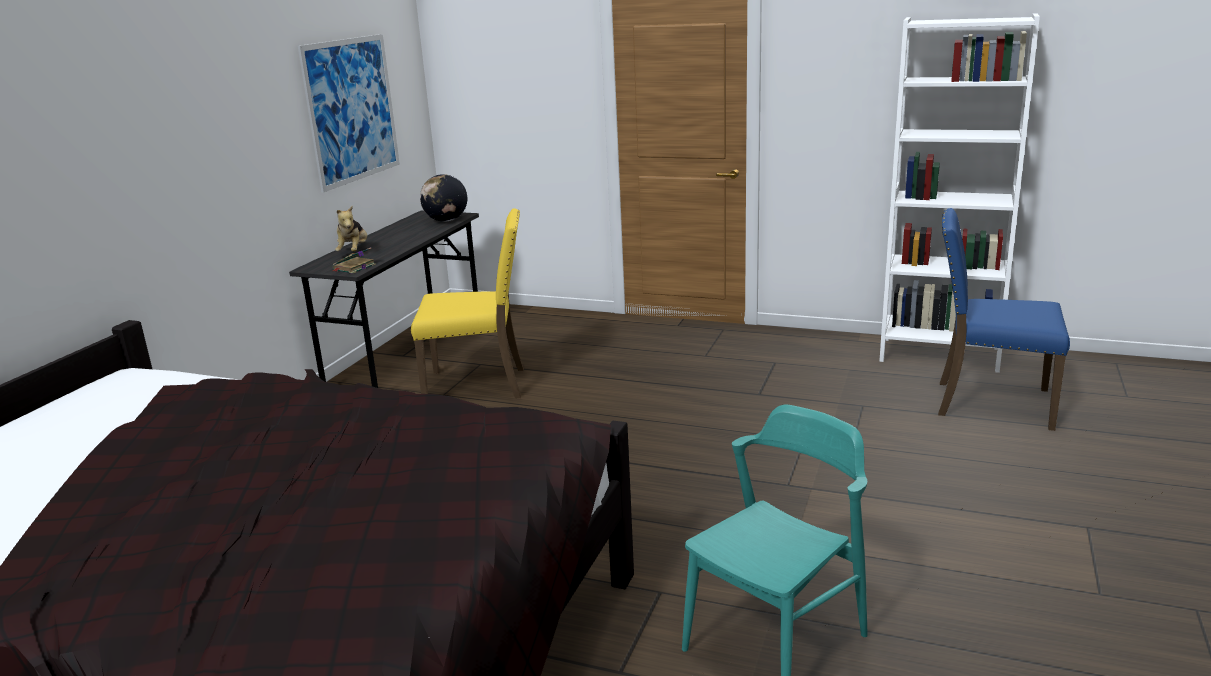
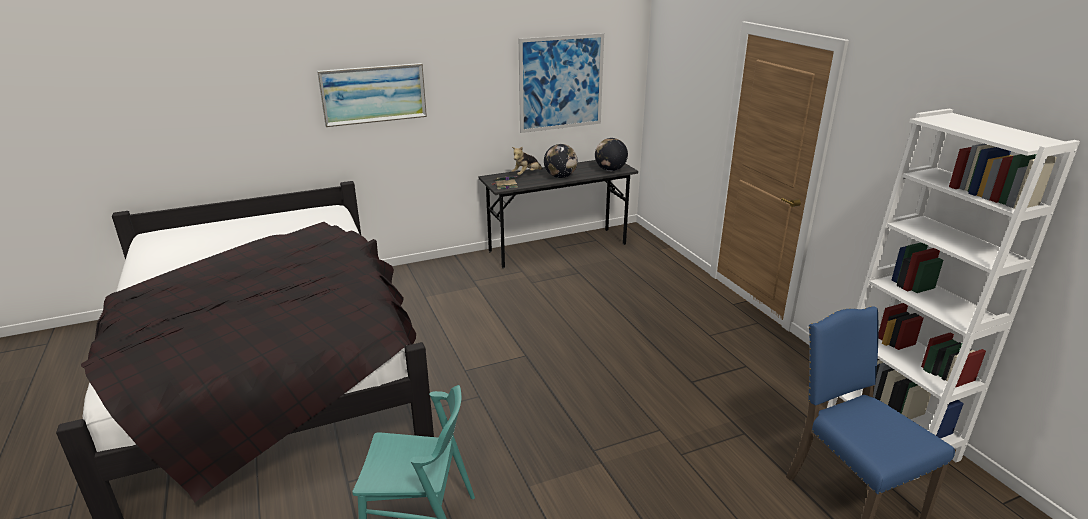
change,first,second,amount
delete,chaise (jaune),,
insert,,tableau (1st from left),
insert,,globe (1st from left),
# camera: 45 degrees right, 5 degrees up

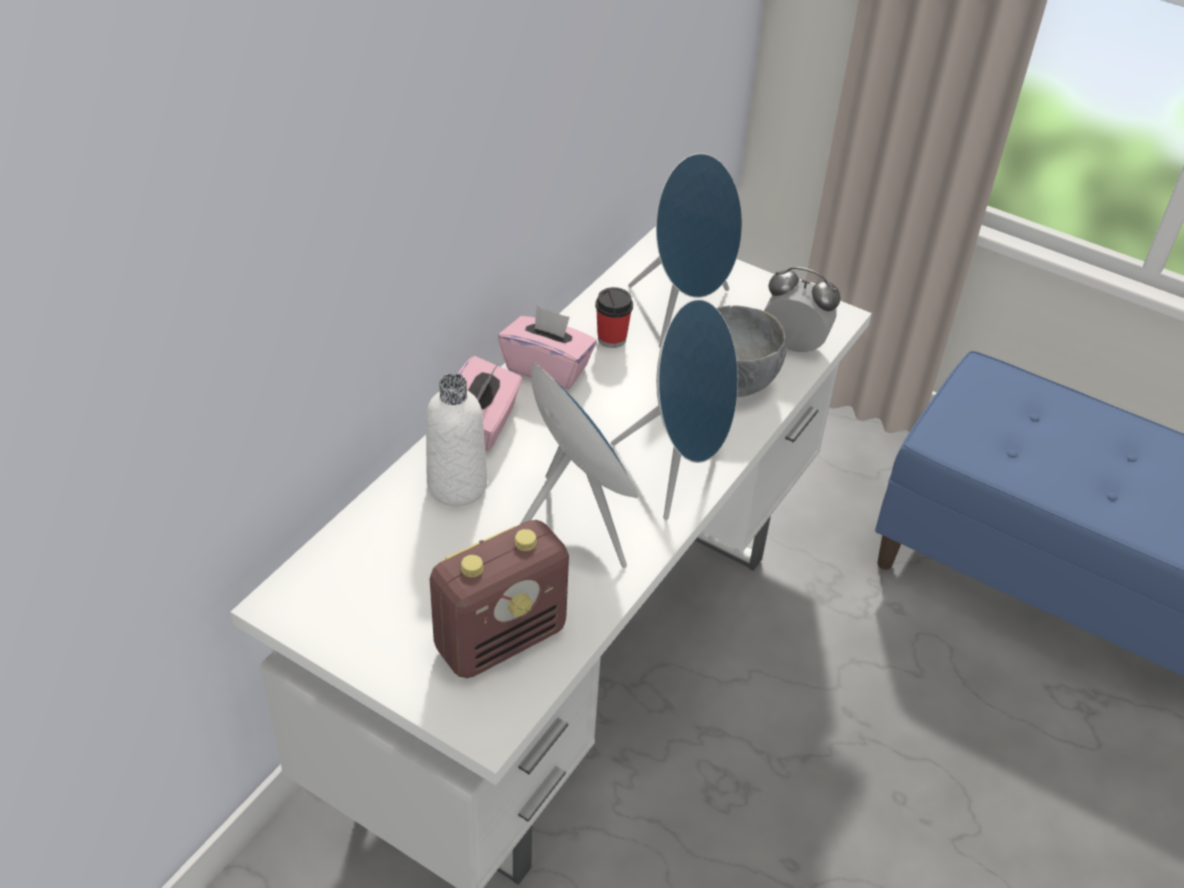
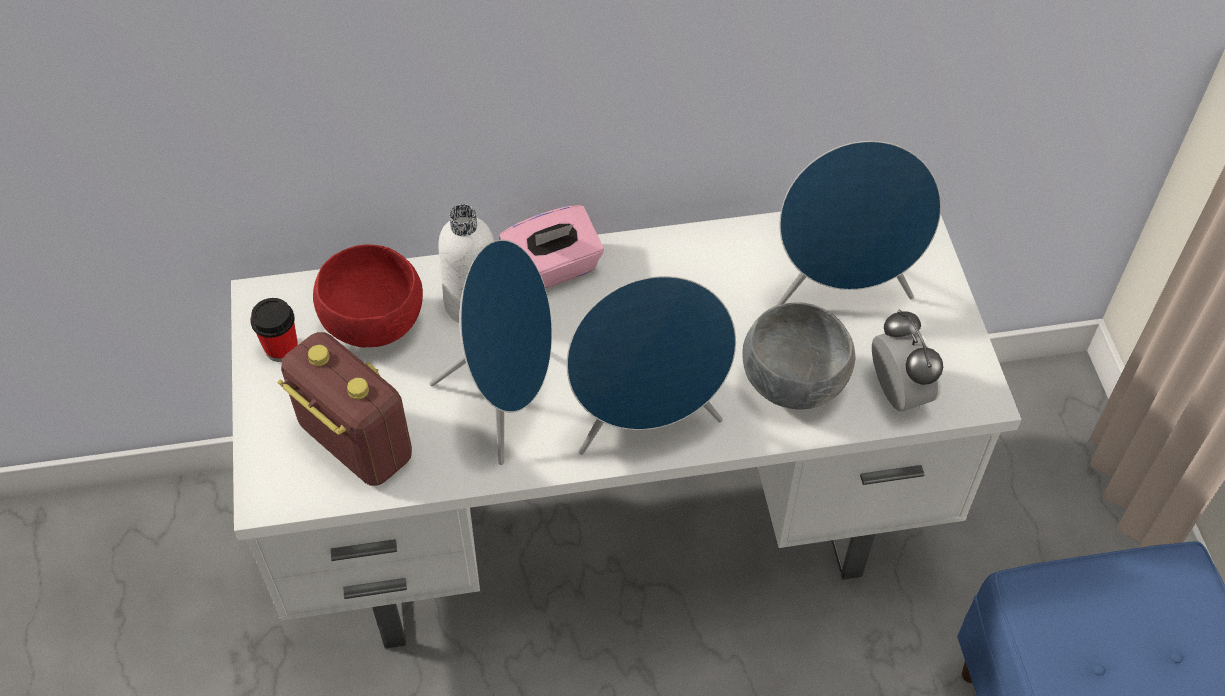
change,first,second,amount
rotate,radio,,150 degrees counterclockwise
delete,boîte à mouchoirs (rose) (2nd from left),,
move,tasse,,
insert,,bol (rouge),
# camera: 50 degrees right, 10 degrees up

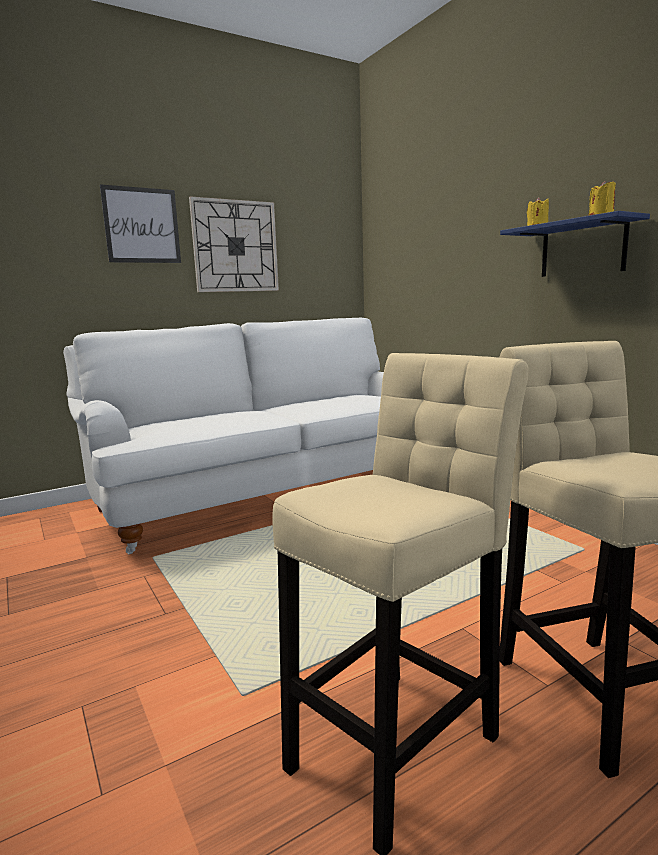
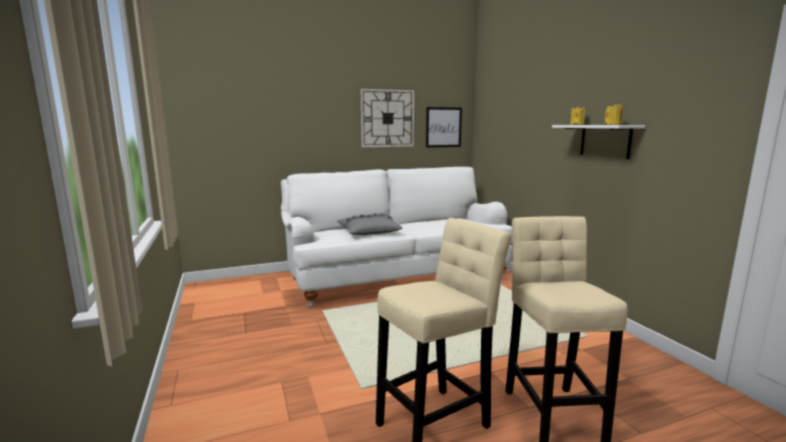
change,first,second,amount
move,tableau,,
recolor,étagère (bleu),étagère (blanc),
insert,,coussin (gris),
# camera: 10 degrees right, 0 degrees up

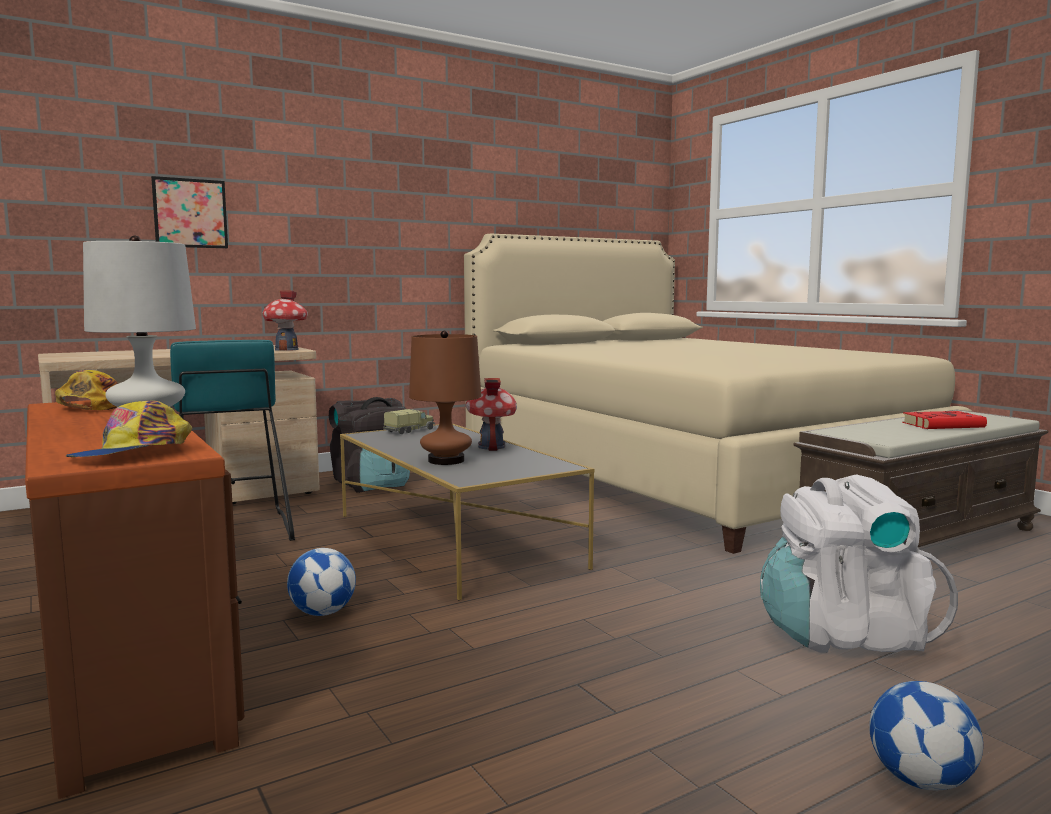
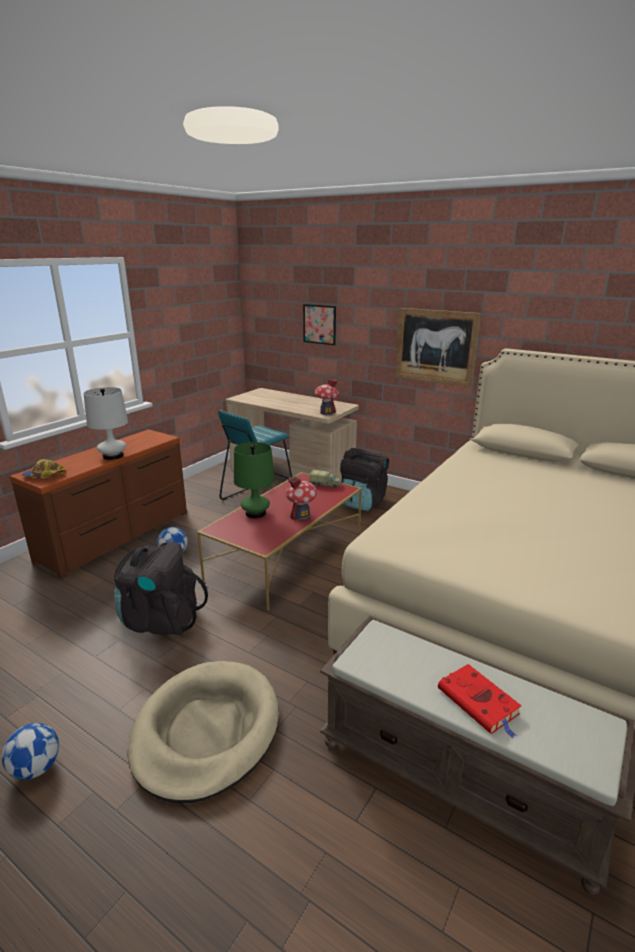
change,first,second,amount
delete,casquette (1st from left),,
recolor,table basse (gris),table basse (rouge),
recolor,lampe de table (marron),lampe de table (vert),
replace,sac à dos (blanc),panier pour chien (beige),
insert,,sac à dos (noir) (1st from left),
insert,,tableau (2nd from left),
# camera: 65 degrees right, 15 degrees up

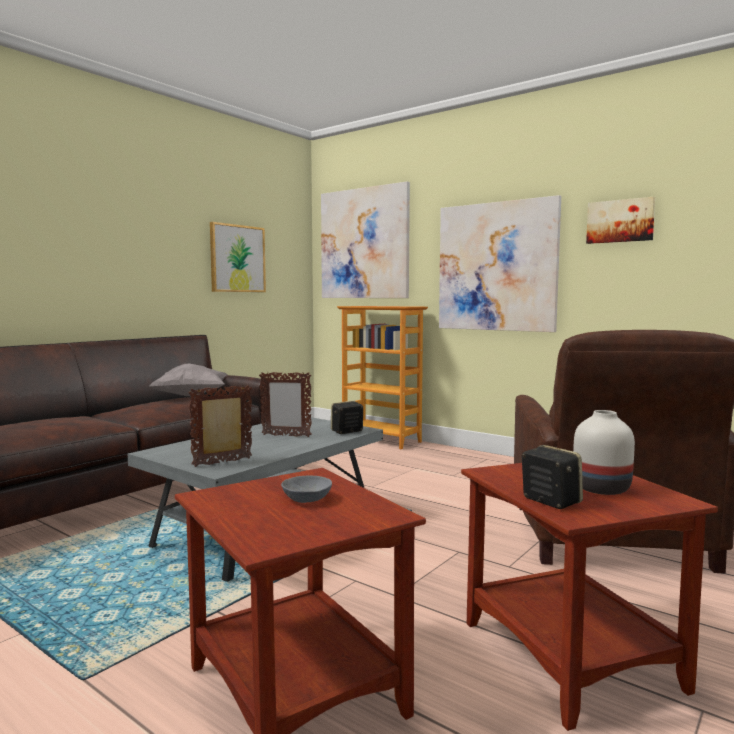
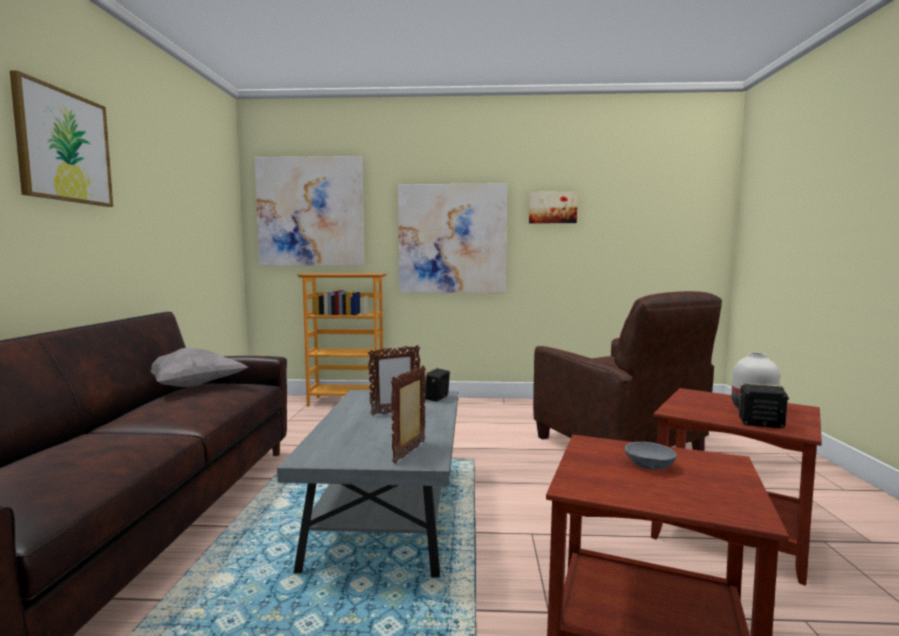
change,first,second,amount
move,tableau (1st from left),,
# camera: 35 degrees left, 0 degrees up

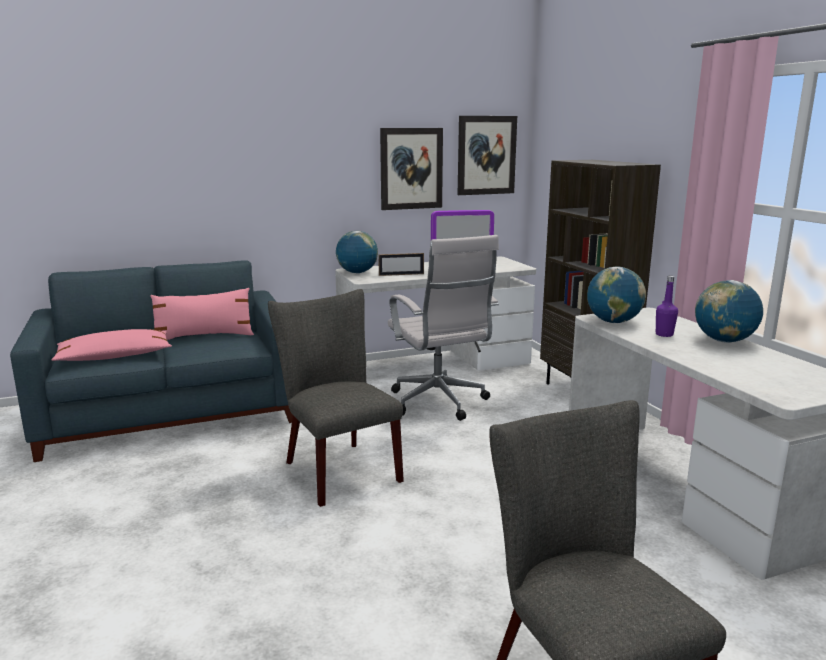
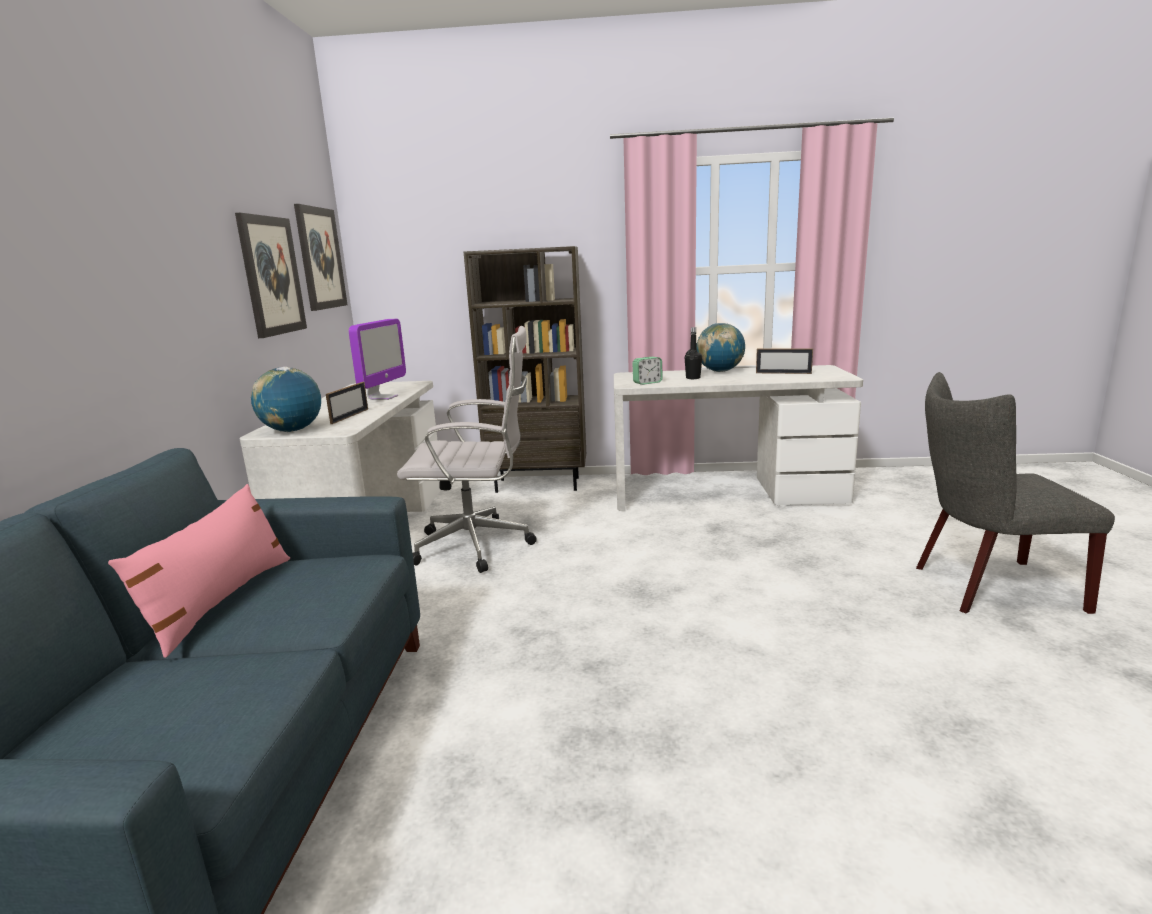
change,first,second,amount
delete,coussin (rose) (1st from left),,
delete,chaise (gris) (1st from left),,
replace,globe (2nd from left),réveil,
recolor,bouteille (violet),bouteille (noir),
insert,,cadre photo (2nd from left),
# camera: 65 degrees left, 0 degrees up

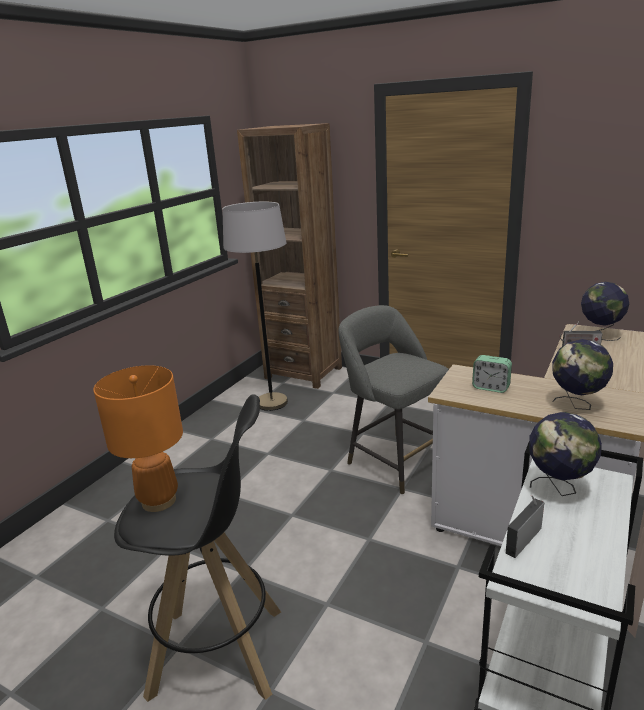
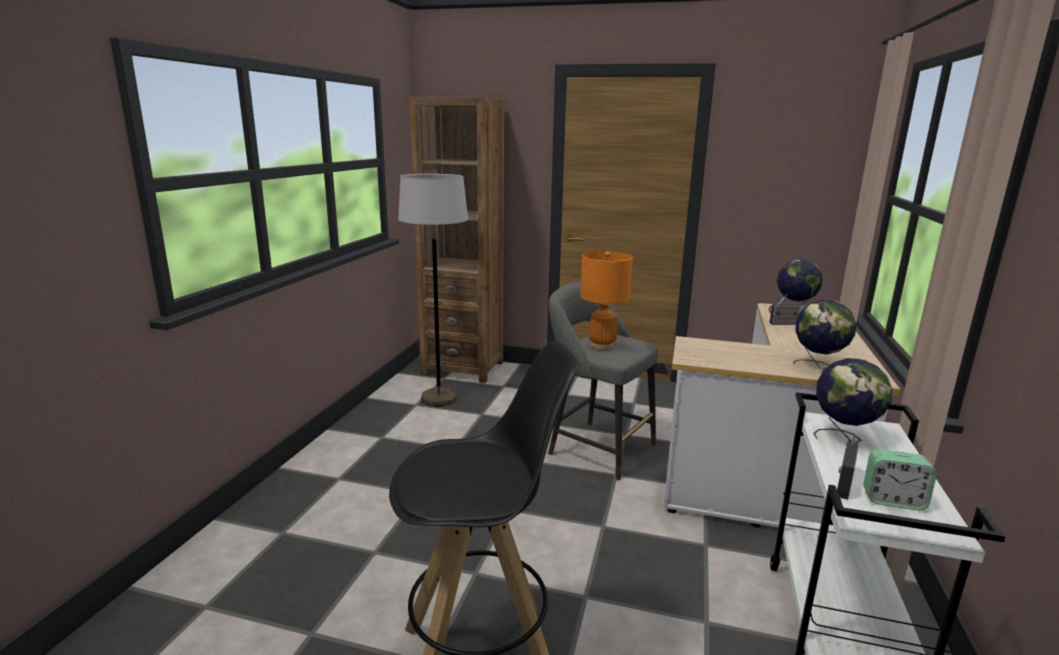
change,first,second,amount
move,lampe de table (orange),,
move,réveil,,
# camera: 15 degrees left, 5 degrees down

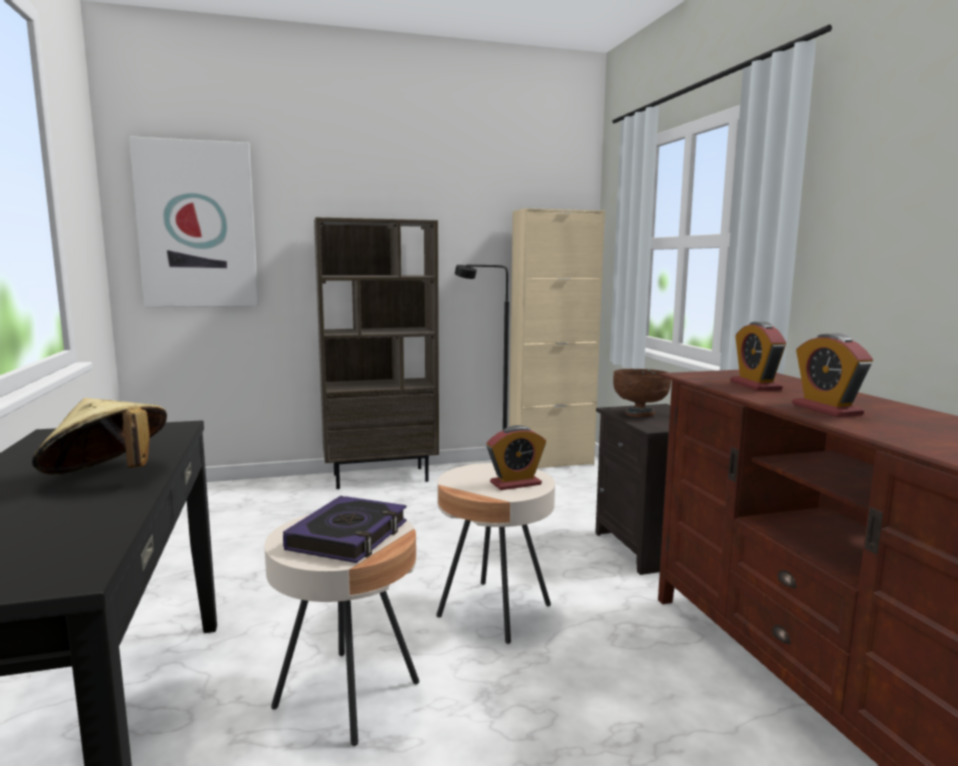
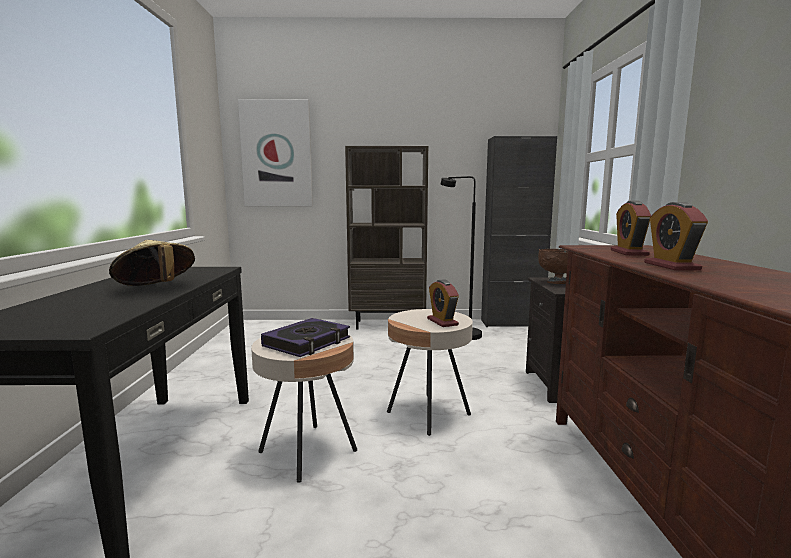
change,first,second,amount
rotate,réveil (1st from left),,75 degrees clockwise
recolor,meuble de rangement (beige),meuble de rangement (noir),
# camera: 15 degrees right, 0 degrees up

